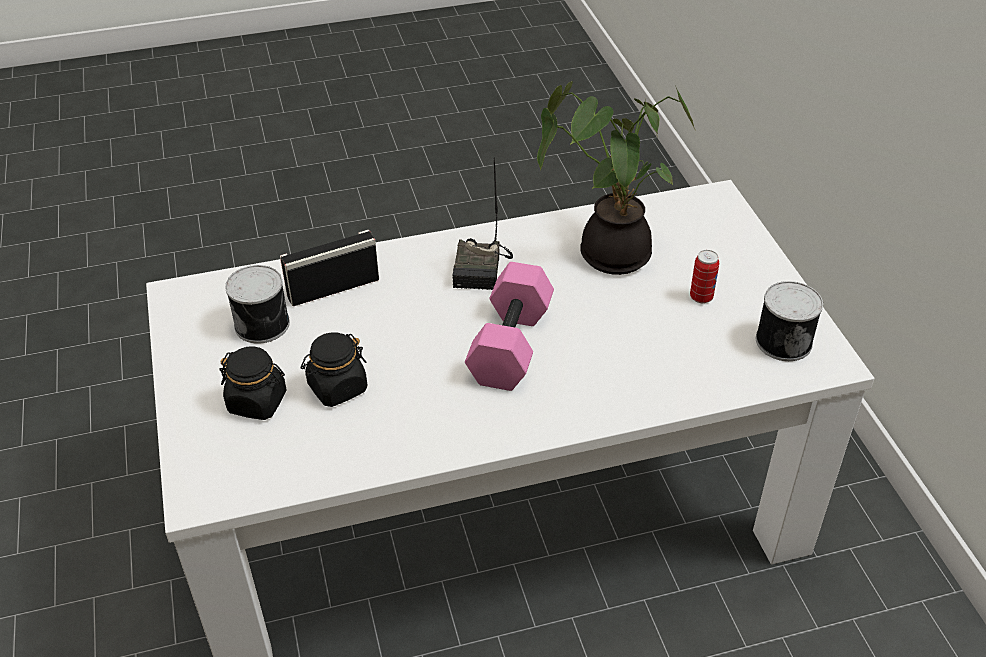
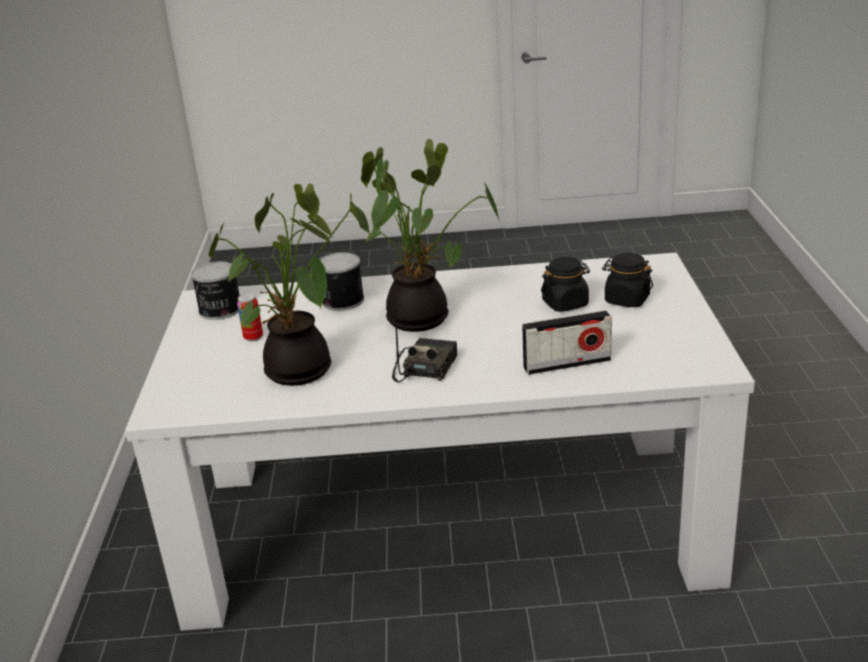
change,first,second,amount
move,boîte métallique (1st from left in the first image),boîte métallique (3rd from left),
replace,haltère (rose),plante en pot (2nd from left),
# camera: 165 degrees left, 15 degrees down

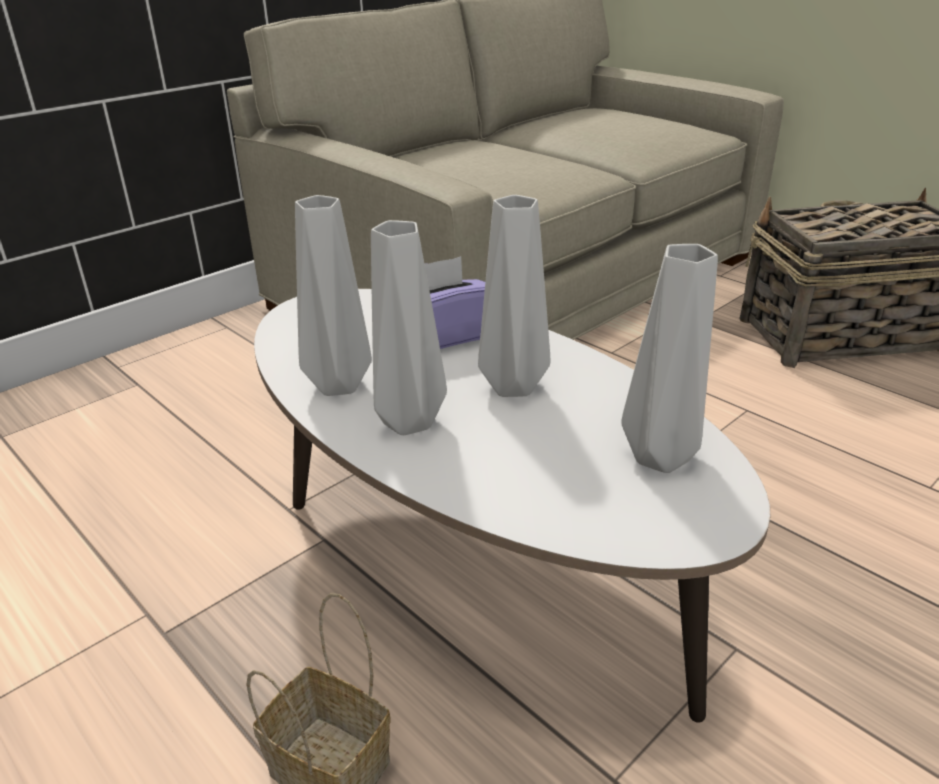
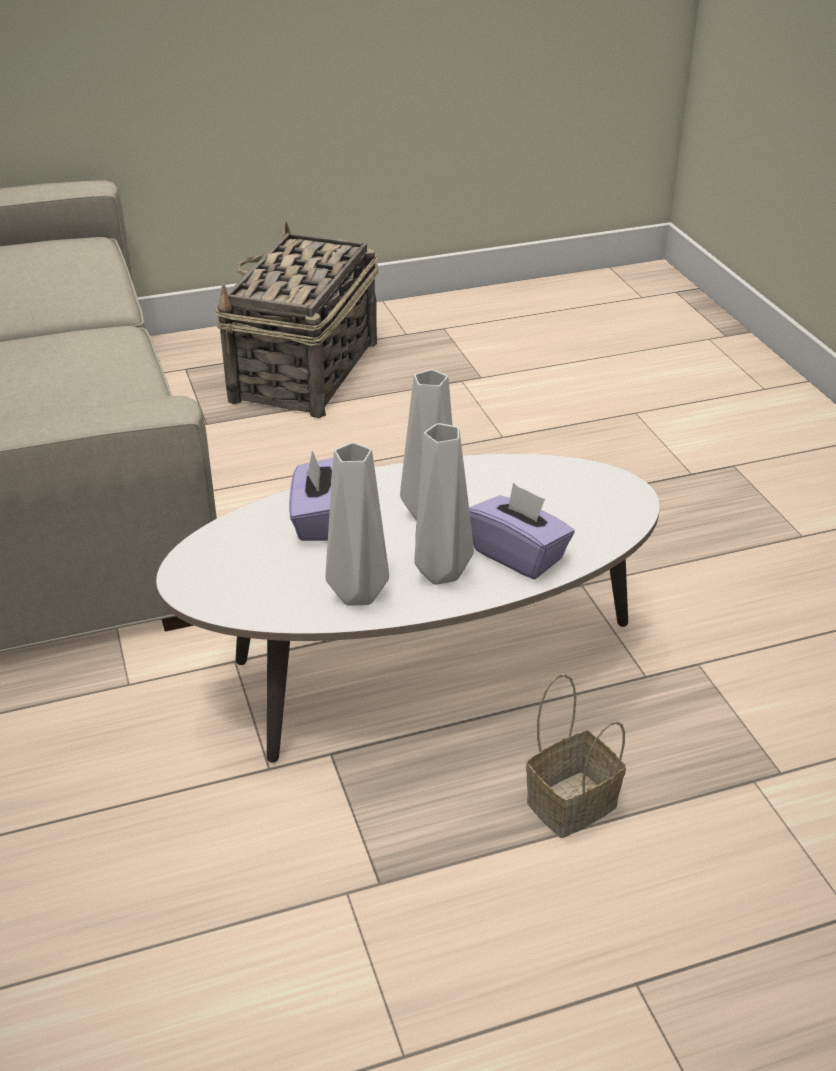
change,first,second,amount
delete,vase (gris) (4th from left),,
insert,,boîte à mouchoirs (violet) (2nd from left),
# camera: 65 degrees left, 5 degrees up

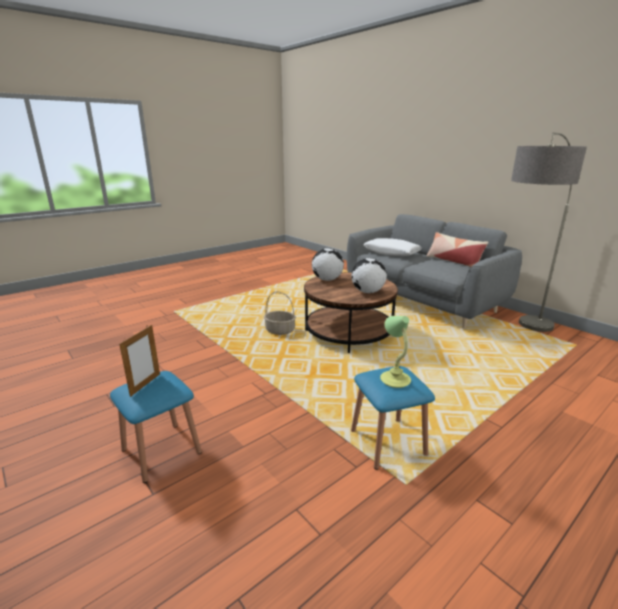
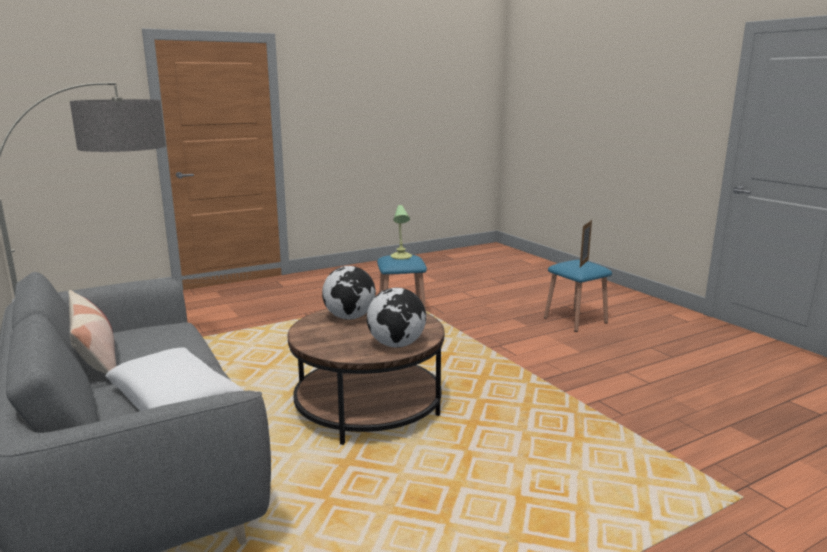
change,first,second,amount
delete,panier,,
# camera: 170 degrees left, 5 degrees down

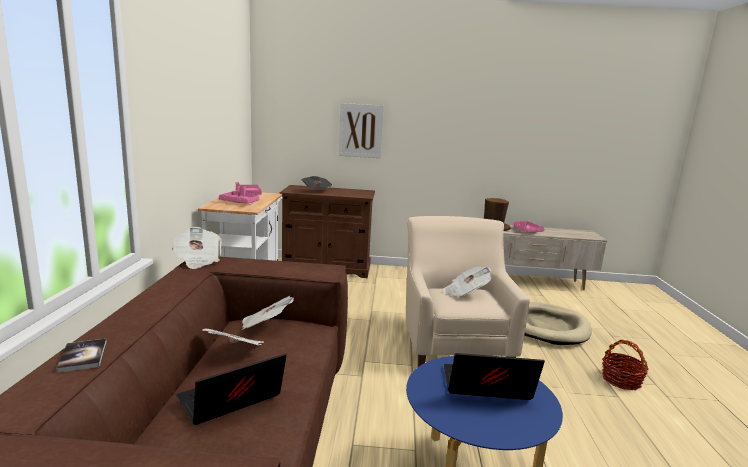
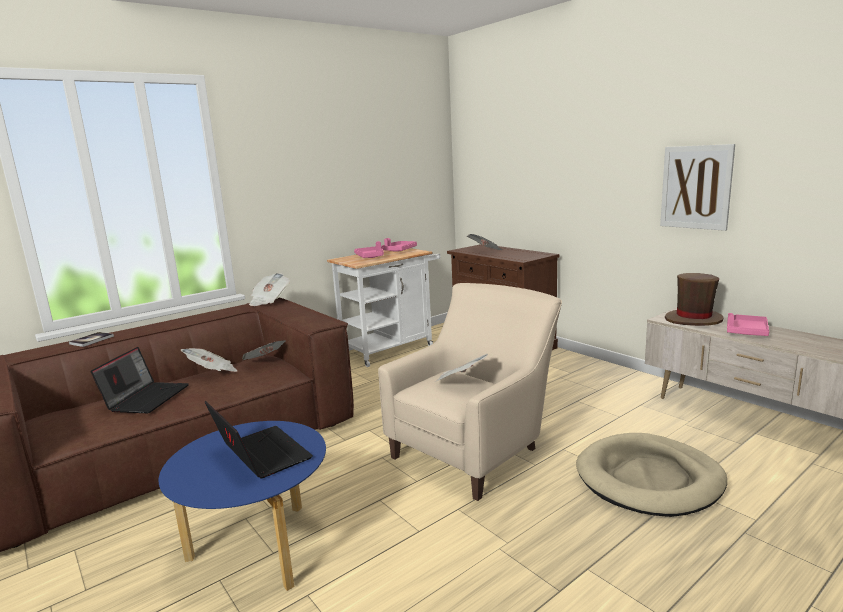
change,first,second,amount
rotate,ordinateur portable (1st from left),,90 degrees clockwise
move,tableau,,
delete,panier,,
# camera: 50 degrees right, 0 degrees up

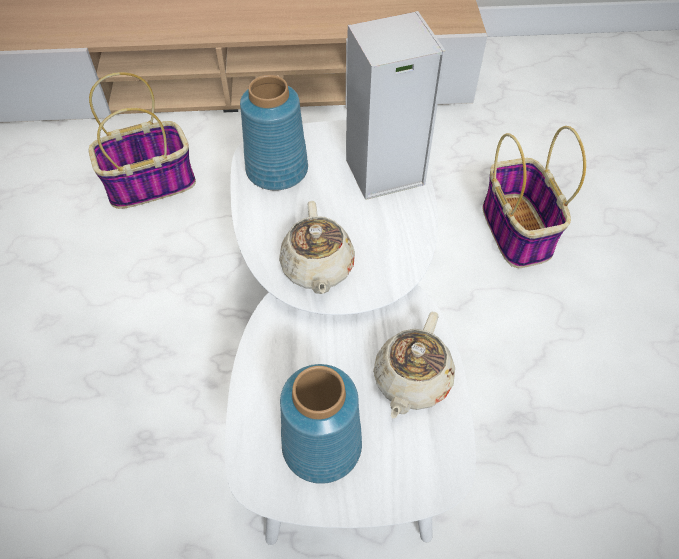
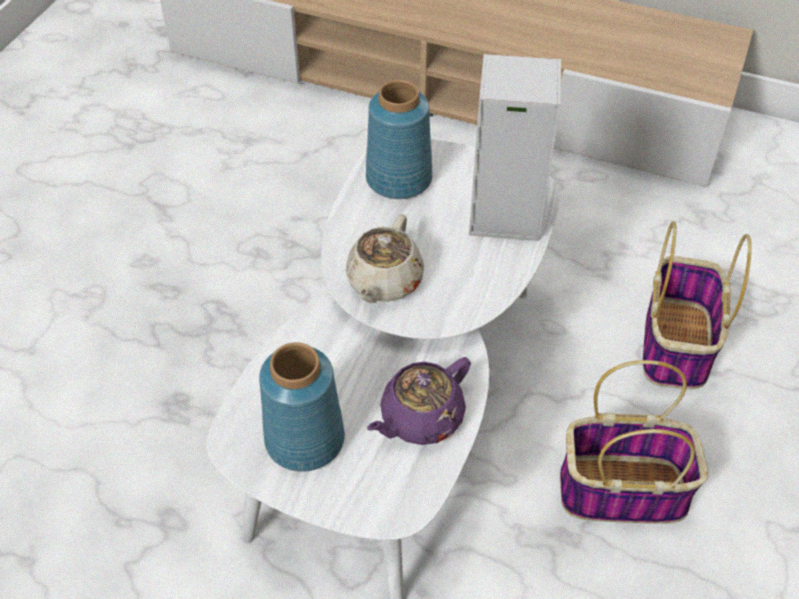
change,first,second,amount
move,panier (1st from left),,
recolor,théière (beige) (2nd from left),théière (violet),
# camera: 25 degrees right, 5 degrees down

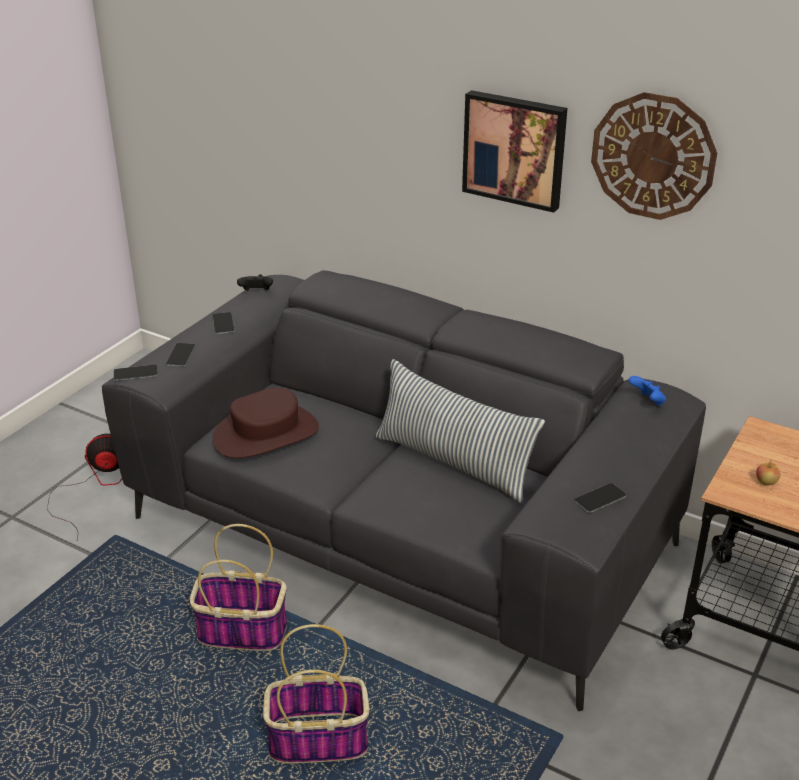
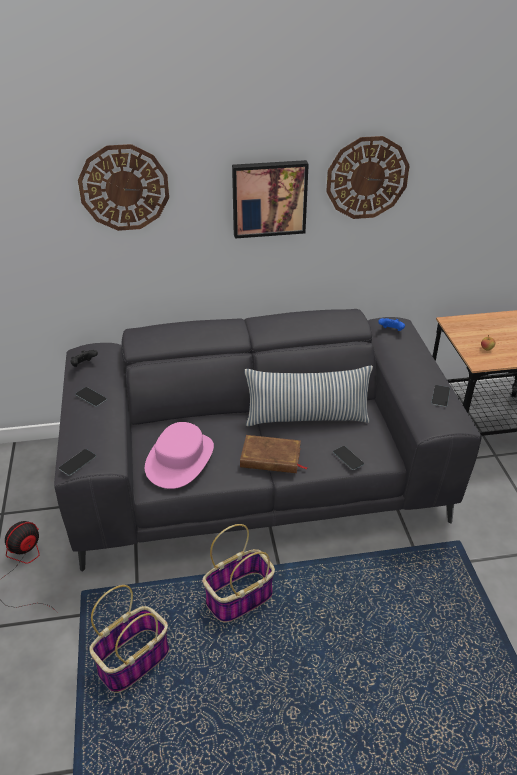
change,first,second,amount
move,téléphone (2nd from left in the first image),téléphone (3rd from left),
recolor,chapeau (marron),chapeau (rose),
move,panier (2nd from left in the first image),panier (1st from left),
insert,,horloge murale (1st from left),
insert,,livre (marron),
# camera: 40 degrees left, 5 degrees up

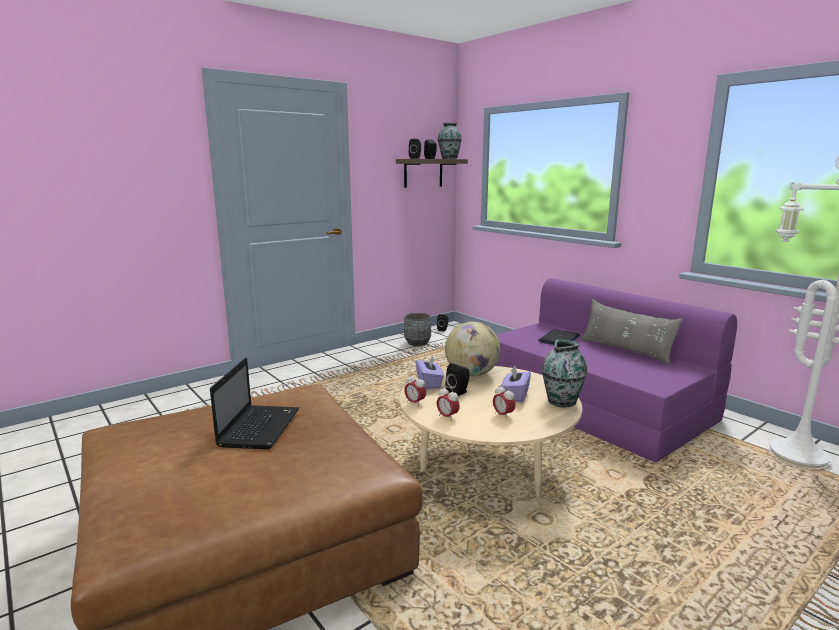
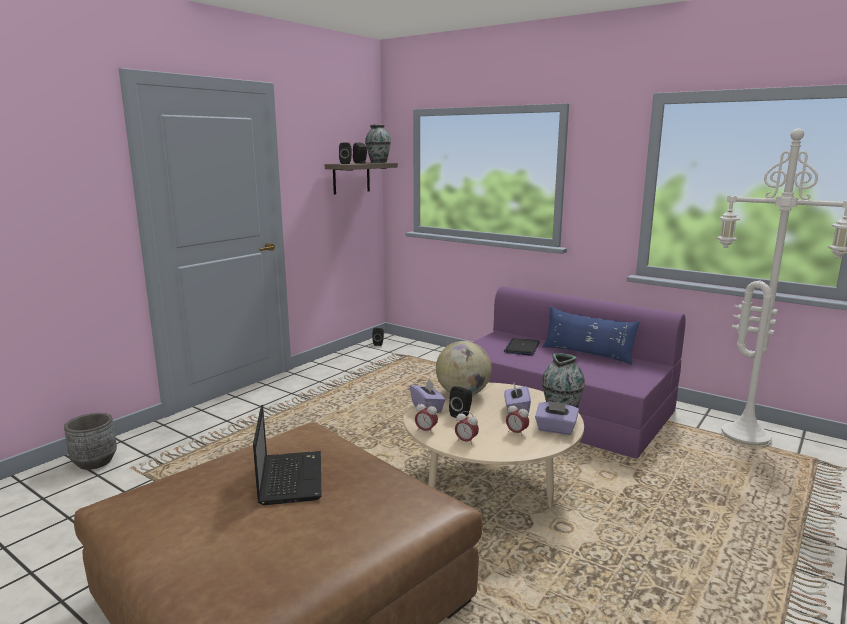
change,first,second,amount
move,cache-pot (gris),,
recolor,coussin (gris),coussin (bleu),
insert,,boîte à mouchoirs (violet) (3rd from left),
# camera: 15 degrees left, 0 degrees up

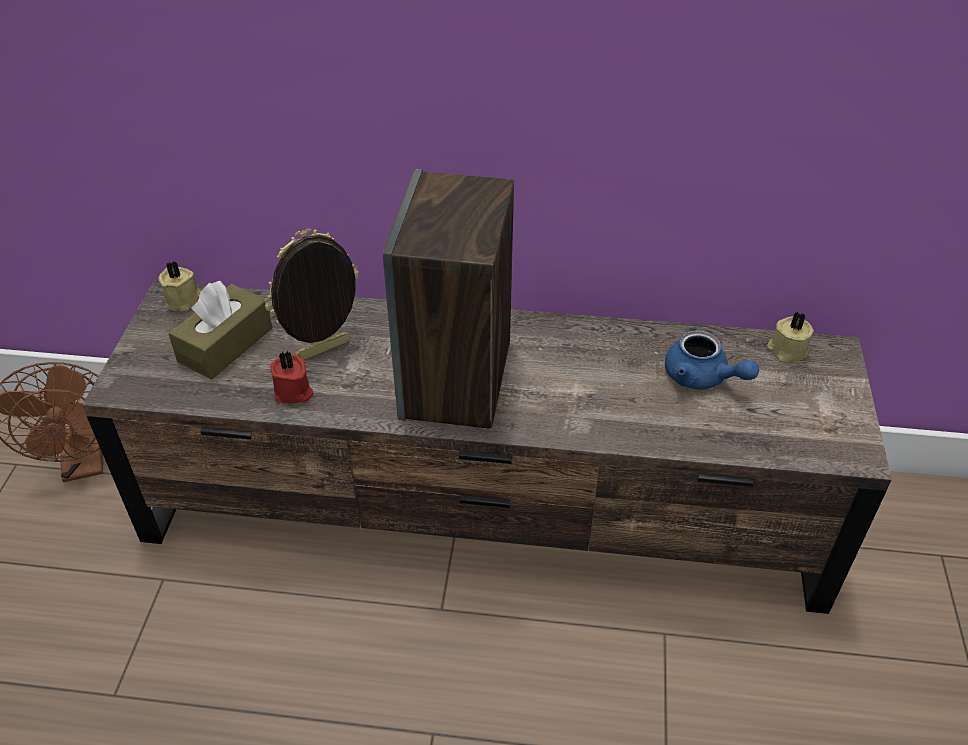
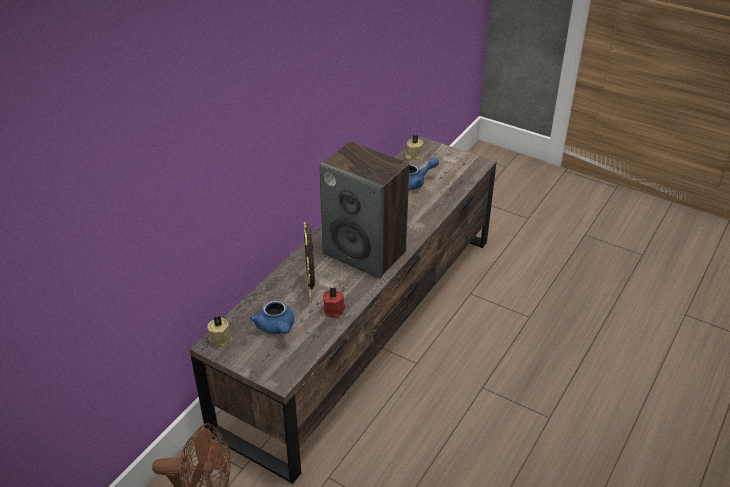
change,first,second,amount
replace,boîte à mouchoirs (marron),théière (bleu) (1st from left),
# camera: 65 degrees left, 5 degrees down

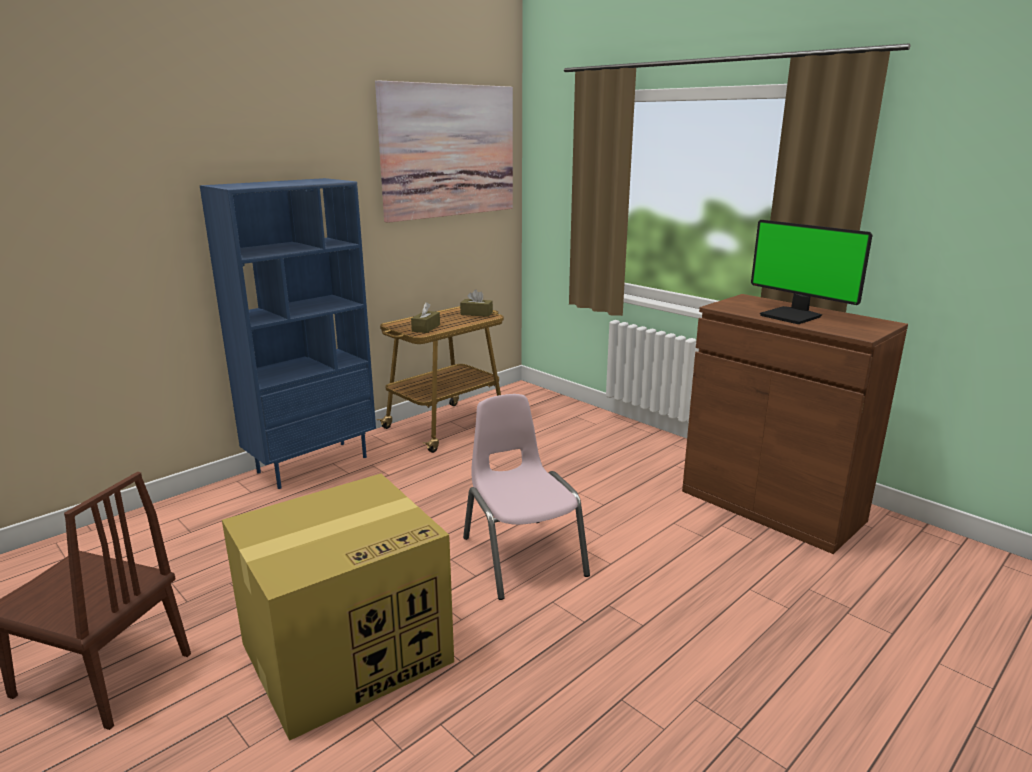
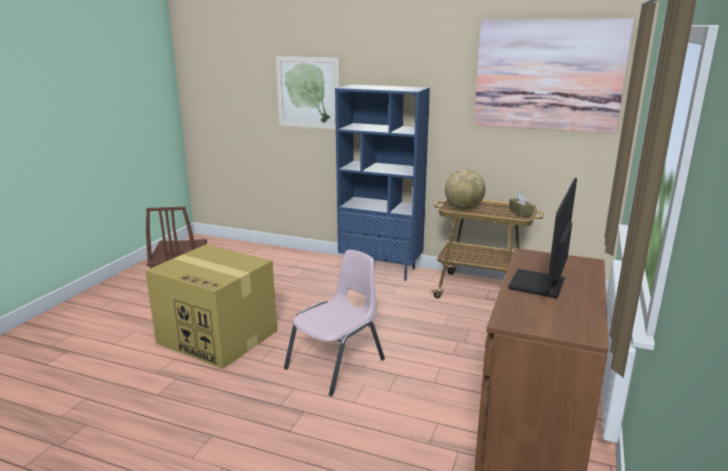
change,first,second,amount
replace,boîte à mouchoirs (marron) (1st from left),globe,
insert,,tableau (1st from left),
# camera: 65 degrees right, 0 degrees up

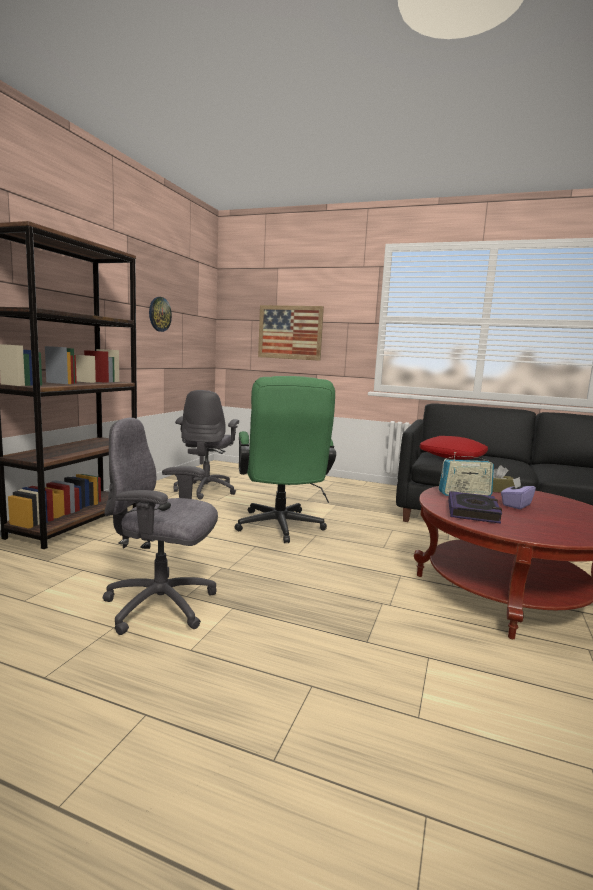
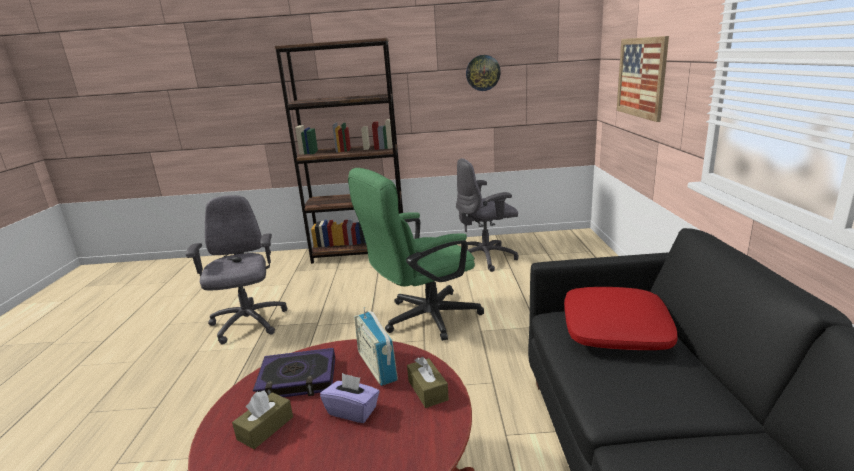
change,first,second,amount
insert,,boîte à mouchoirs (marron) (1st from left),
# camera: 70 degrees right, 10 degrees up

